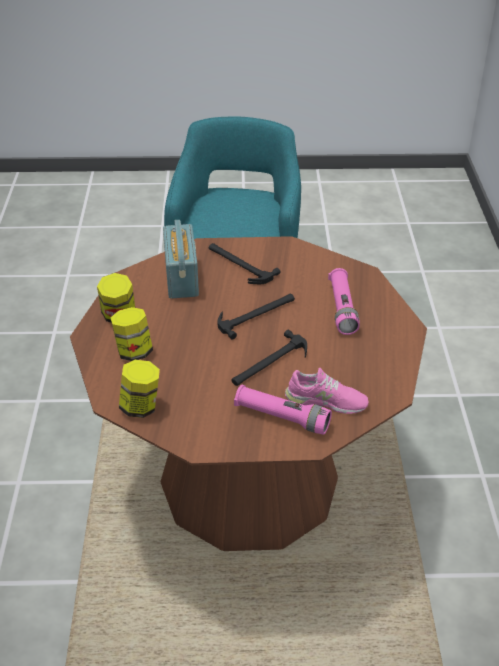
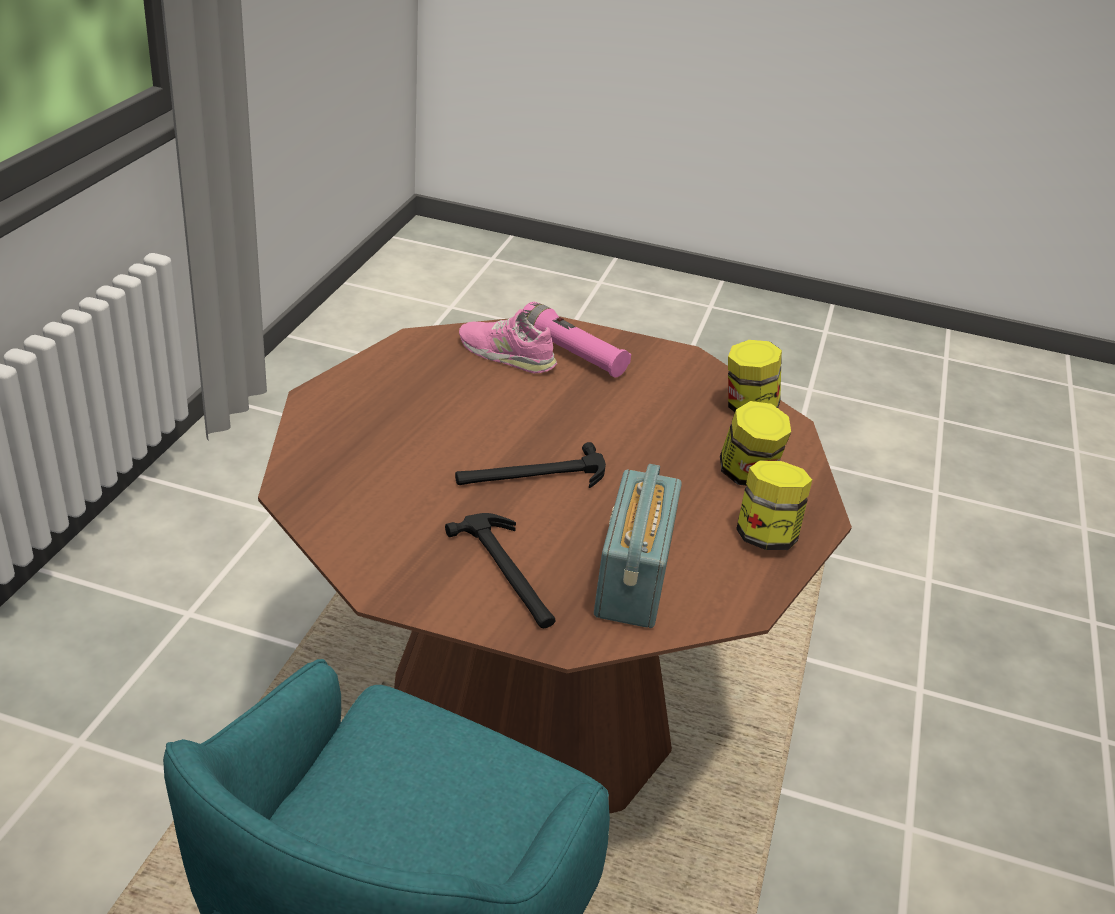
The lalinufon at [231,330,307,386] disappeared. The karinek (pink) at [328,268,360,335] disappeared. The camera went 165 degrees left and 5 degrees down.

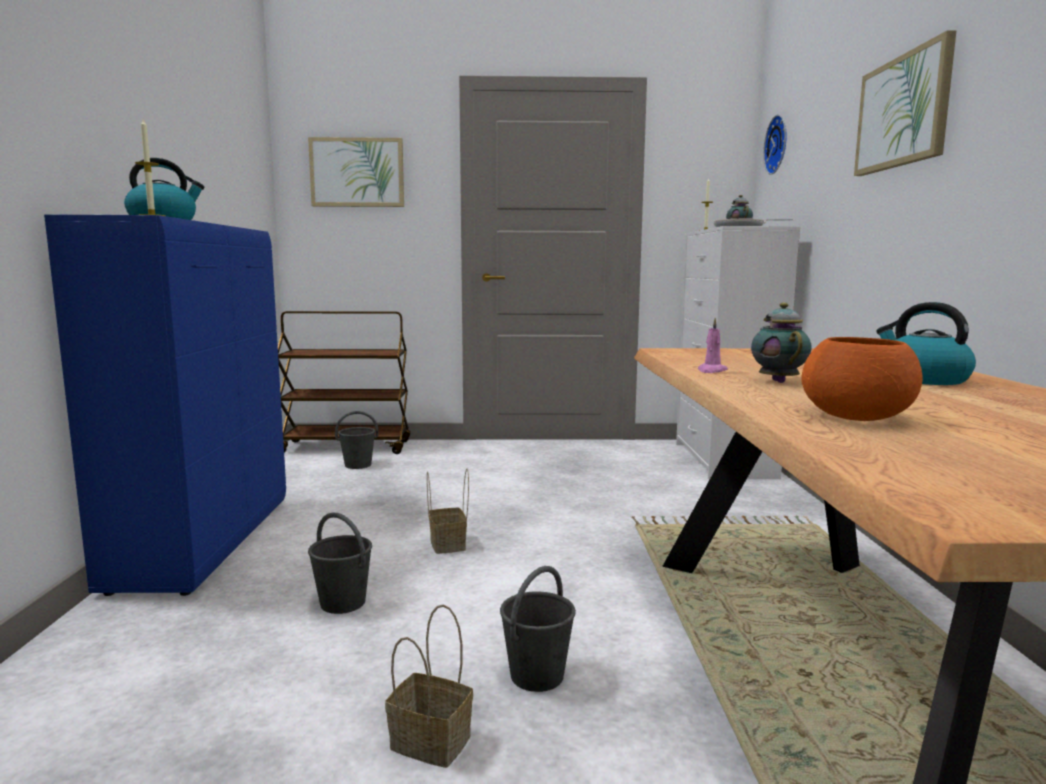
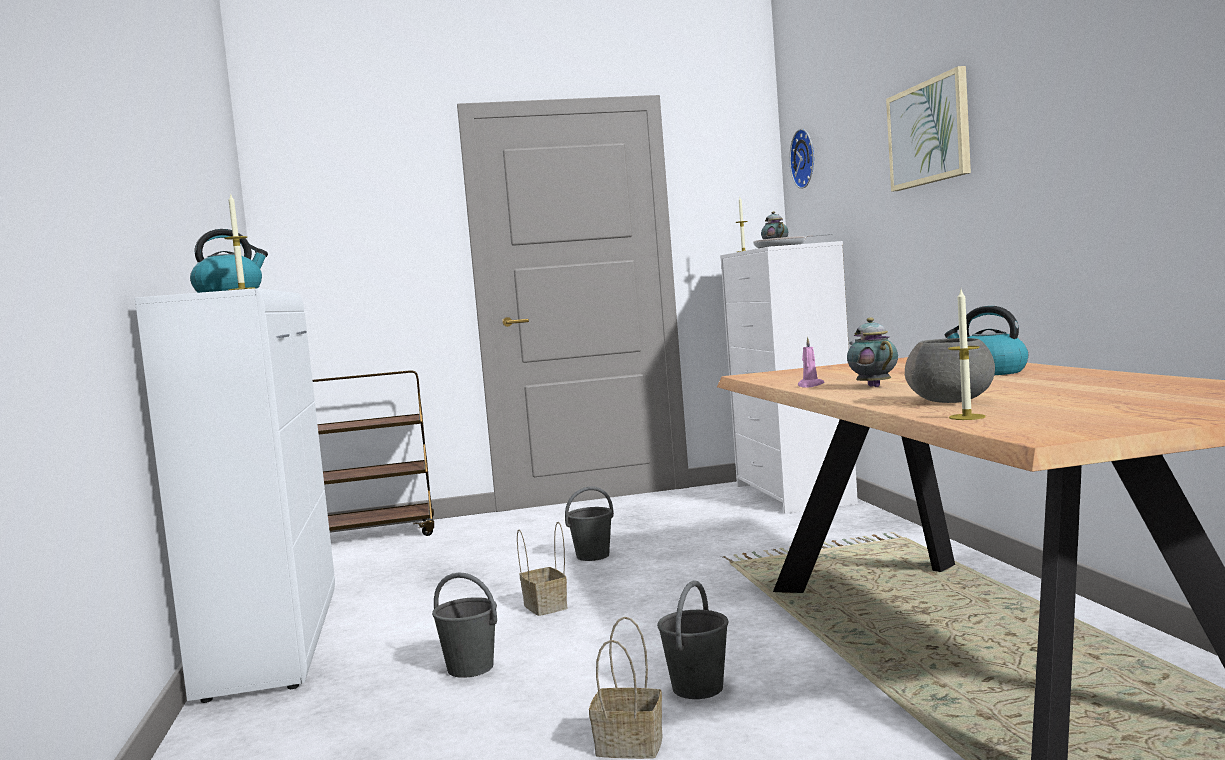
The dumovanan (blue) at [44,215,286,596] became the dumovanan (white) at [135,288,335,703]. The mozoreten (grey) moved from [335,411,379,469] to [565,486,614,561]. The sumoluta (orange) at [801,337,923,421] became the sumoluta (grey) at [905,338,995,403]. The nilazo at [948,290,985,420] appeared. The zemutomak at [308,137,404,207] disappeared. The camera went 10 degrees left and 5 degrees down.

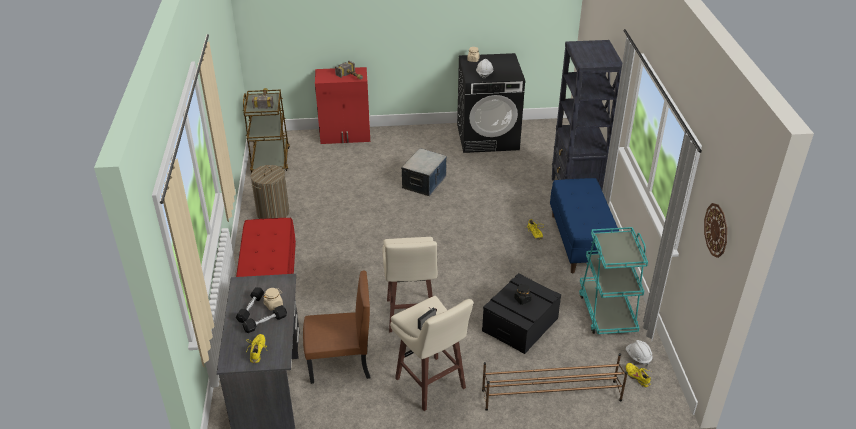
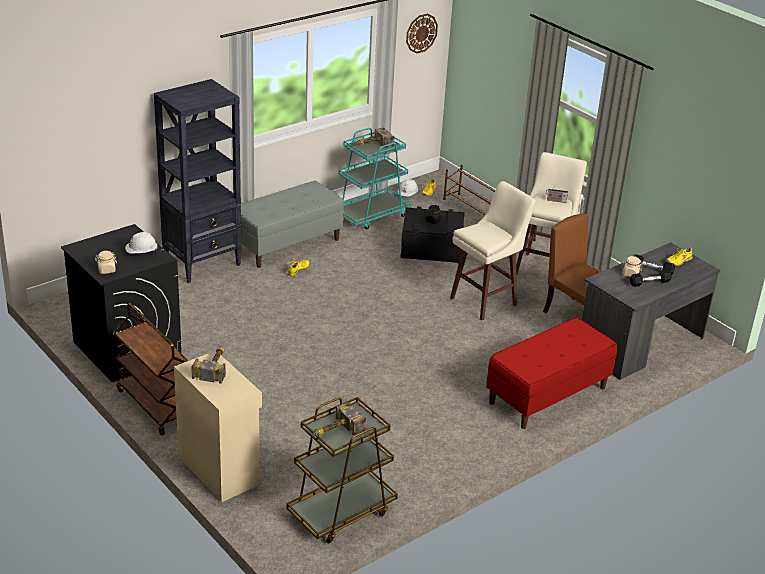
The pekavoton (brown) at [114,303,188,435] appeared. The dumovanan (red) at [315,67,370,144] became the dumovanan (beige) at [174,351,262,502]. The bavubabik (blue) at [550,178,619,274] became the bavubabik (grey) at [241,181,344,268]. The lalinufon at [356,128,394,148] appeared. The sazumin at [250,165,289,219] disappeared. The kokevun at [401,148,447,196] disappeared. The camera went 125 degrees left and 5 degrees down.

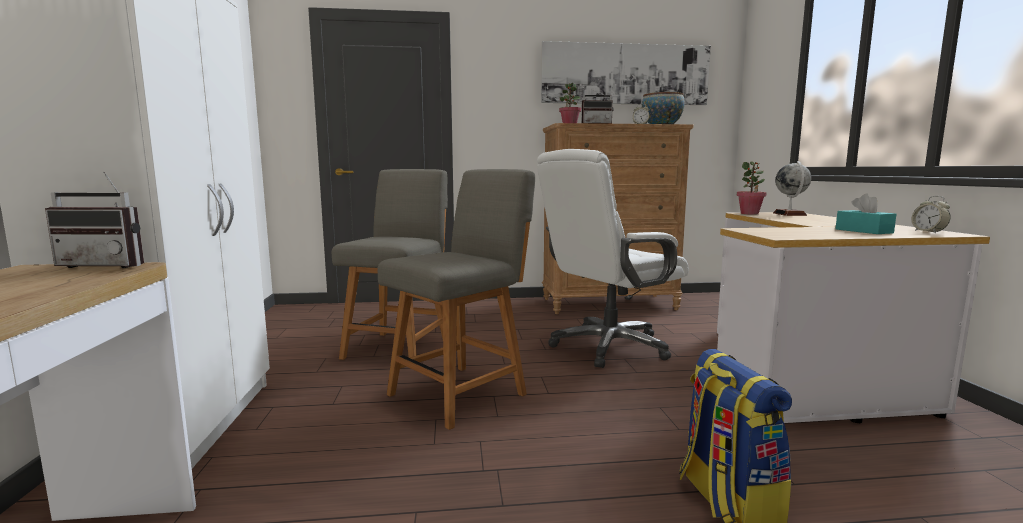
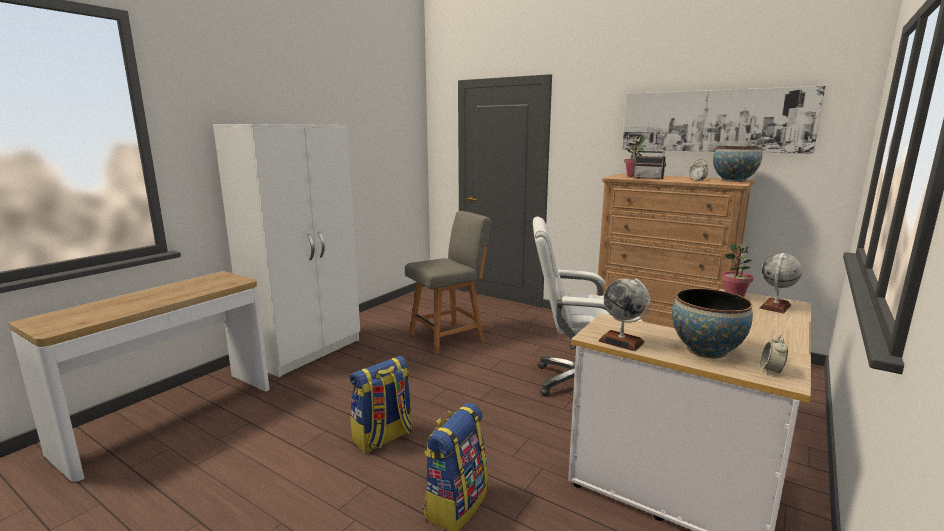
The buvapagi at [350,356,413,453] appeared. The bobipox at [598,278,650,351] appeared. The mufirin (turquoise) at [836,193,897,234] was replaced by the sumoluta at [672,289,753,359]. The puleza at [45,172,144,268] disappeared. The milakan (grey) at [377,169,535,430] disappeared. The camera went 40 degrees right and 5 degrees up.

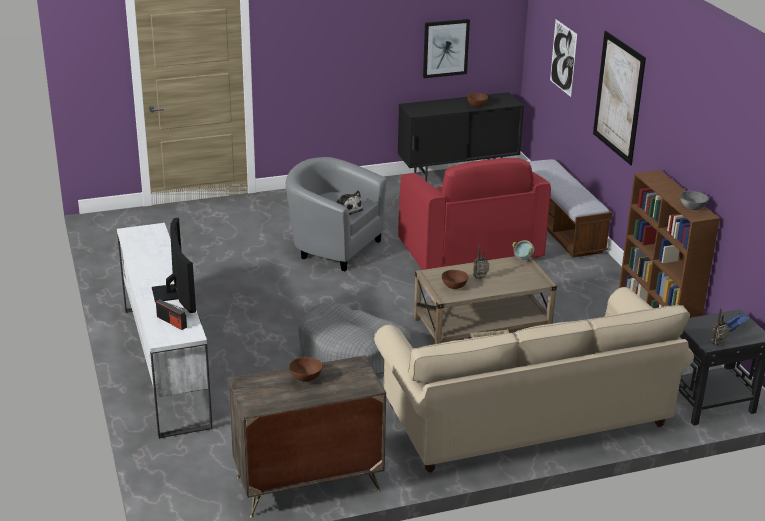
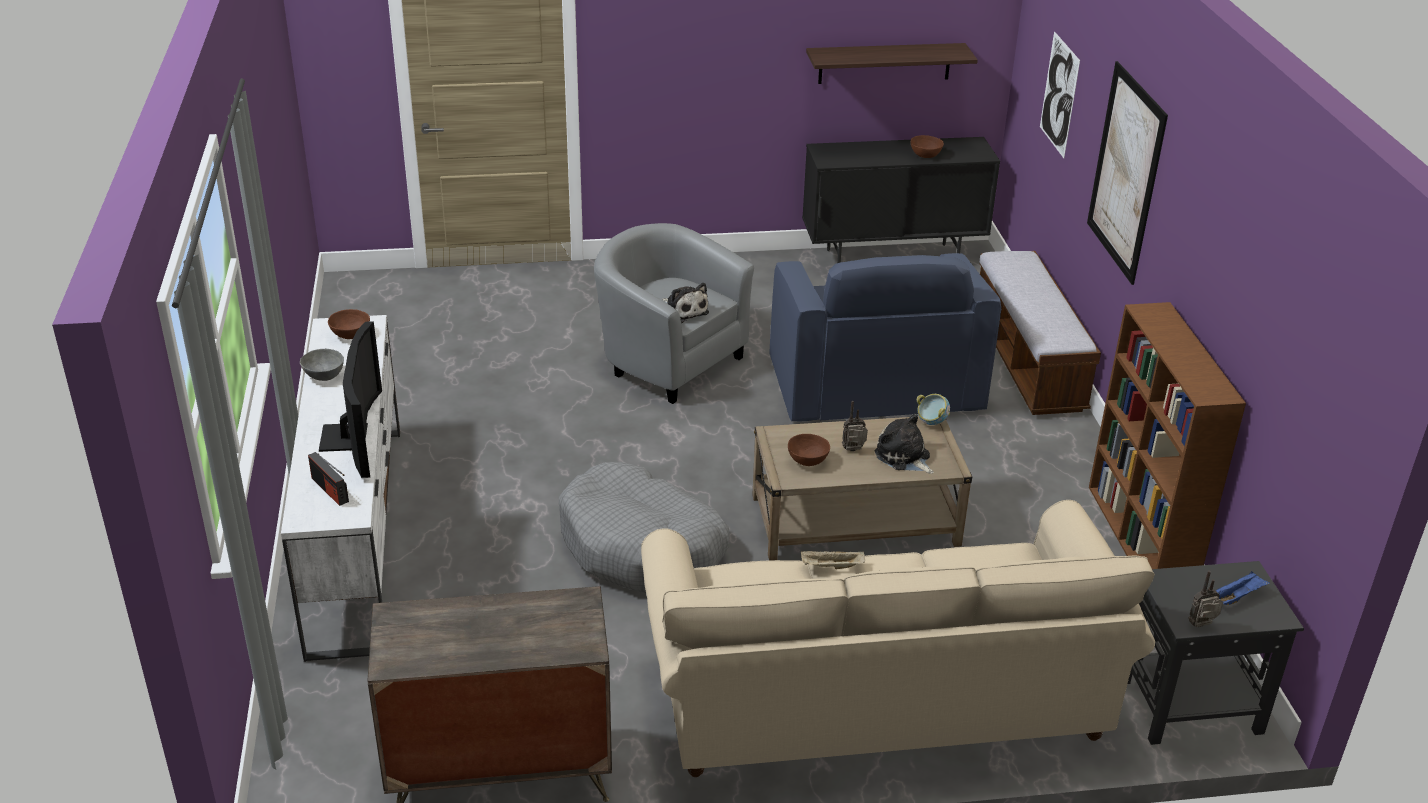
The sumoluta (grey) moved from [680,191,708,210] to [300,349,344,381]. The sumoluta (brown) moved from [289,357,322,382] to [328,309,370,339]. The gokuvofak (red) at [398,158,551,270] became the gokuvofak (blue) at [769,253,1001,421]. The zemutomak at [423,19,470,78] was replaced by the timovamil at [806,43,978,84]. The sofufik at [875,413,934,474] appeared. The camera went 10 degrees right and 5 degrees up.

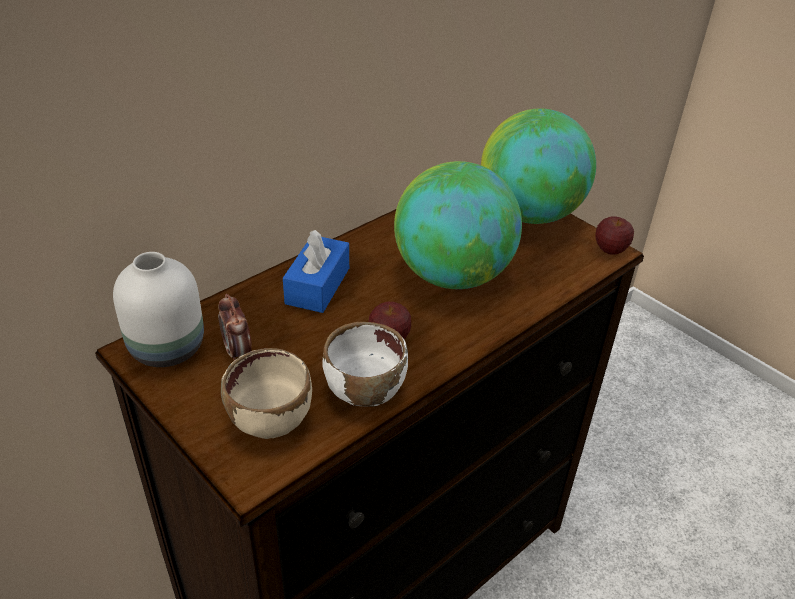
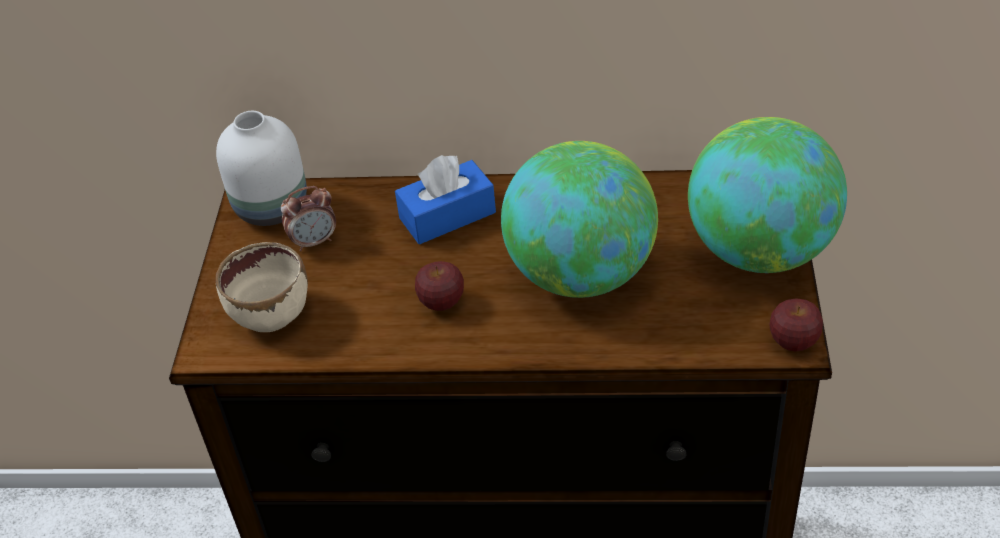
The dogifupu at [218,294,251,361] turned 135 degrees counterclockwise. The sumoluta (white) at [322,322,408,407] disappeared. The camera went 50 degrees right and 5 degrees up.

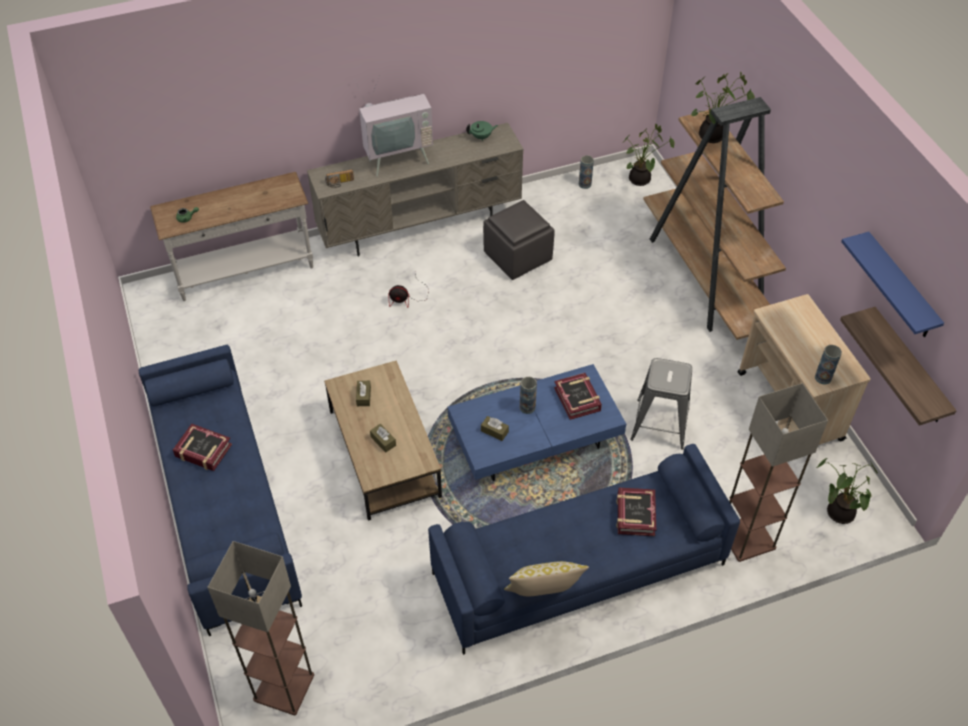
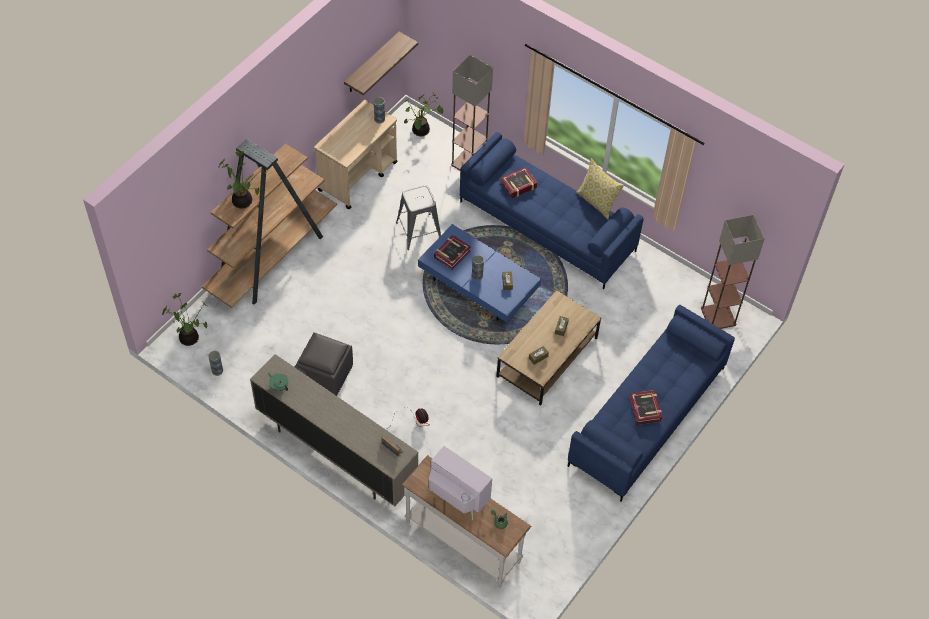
The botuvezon moved from [357,75,433,177] to [429,446,492,520]. The timovamil (blue) at [841,232,944,337] disappeared. The camera went 125 degrees left and 5 degrees up.

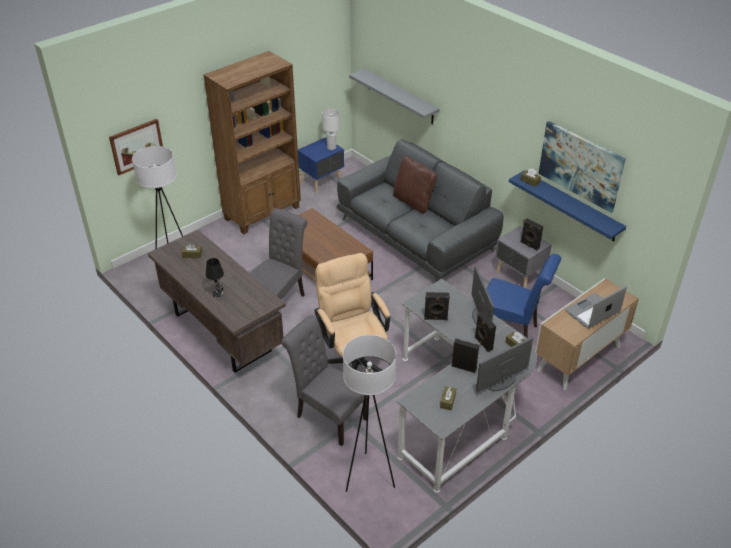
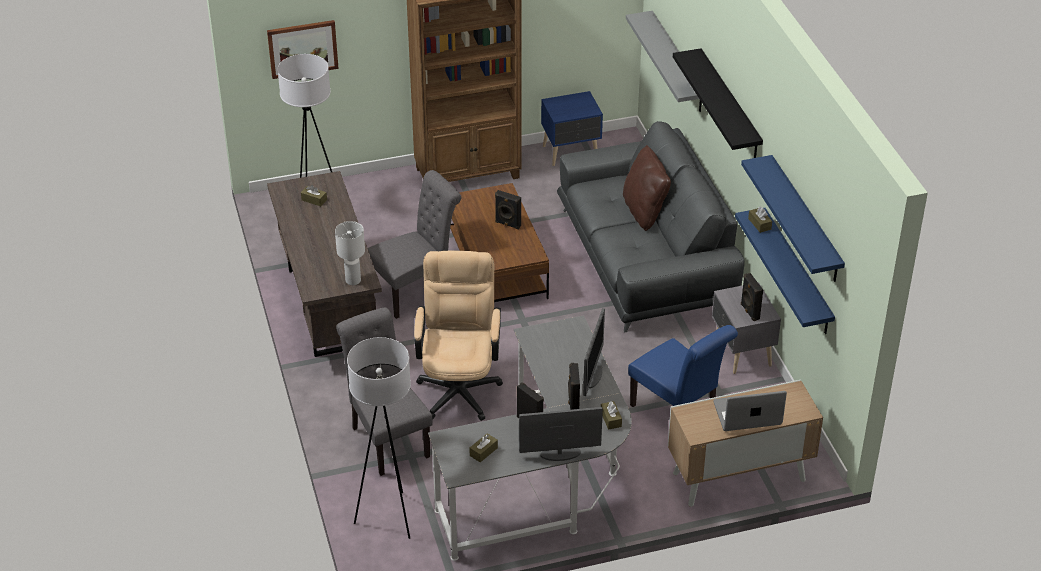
The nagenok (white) moved from [322,109,340,150] to [335,221,365,285]. The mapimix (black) moved from [424,292,450,320] to [495,190,521,230]. The timovamil (black) at [673,48,763,158] appeared. The zemutomak at [538,121,626,213] was replaced by the timovamil (blue) at [741,155,845,282]. The nagenok (black) at [206,258,224,298] disappeared. The camera went 25 degrees right and 0 degrees up.

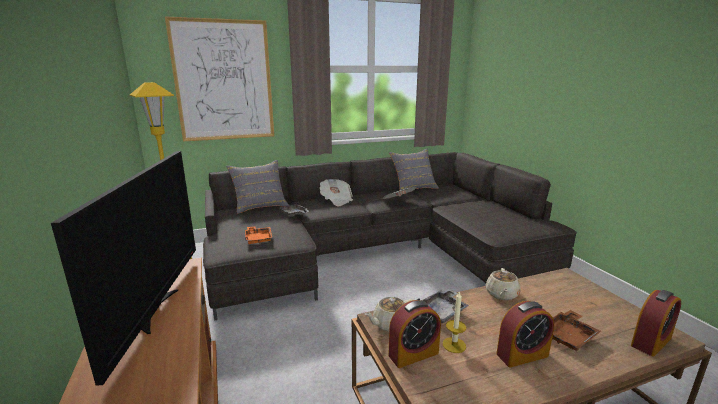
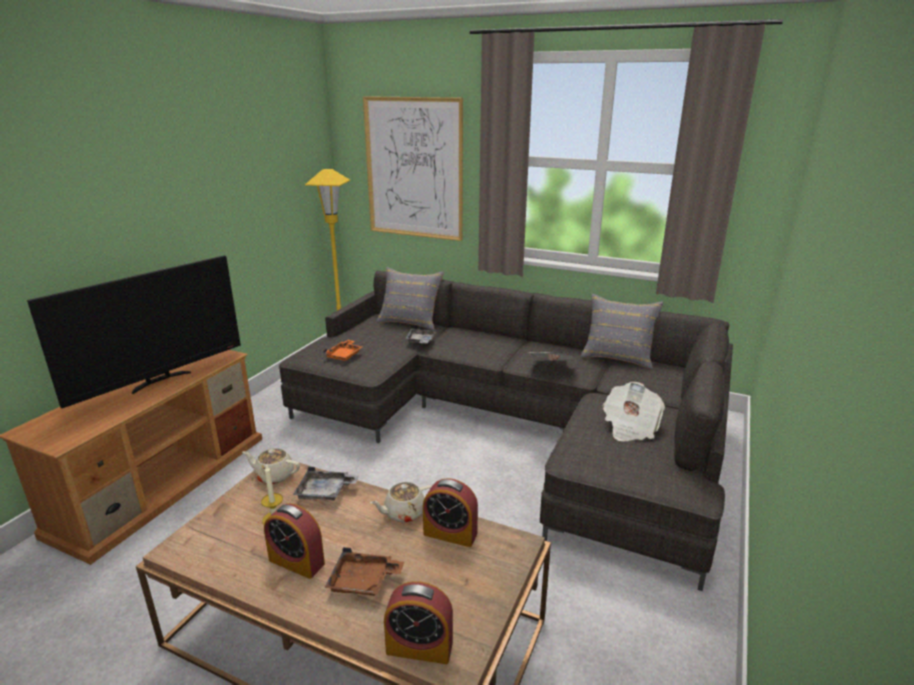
The dogifupu moved from [388,300,441,368] to [423,478,478,547]. The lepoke moved from [320,179,353,207] to [603,382,665,441]. The camera went 45 degrees right and 5 degrees up.

